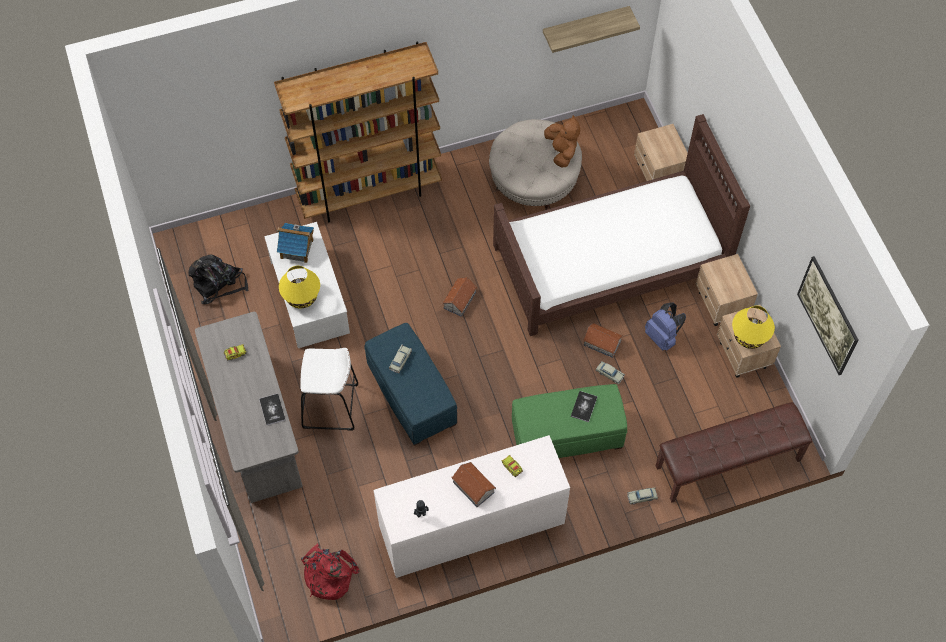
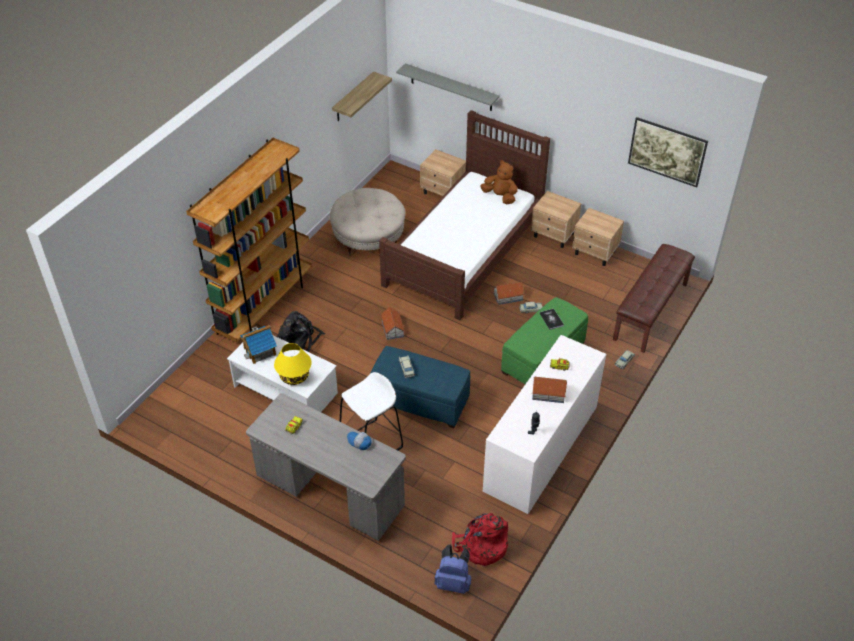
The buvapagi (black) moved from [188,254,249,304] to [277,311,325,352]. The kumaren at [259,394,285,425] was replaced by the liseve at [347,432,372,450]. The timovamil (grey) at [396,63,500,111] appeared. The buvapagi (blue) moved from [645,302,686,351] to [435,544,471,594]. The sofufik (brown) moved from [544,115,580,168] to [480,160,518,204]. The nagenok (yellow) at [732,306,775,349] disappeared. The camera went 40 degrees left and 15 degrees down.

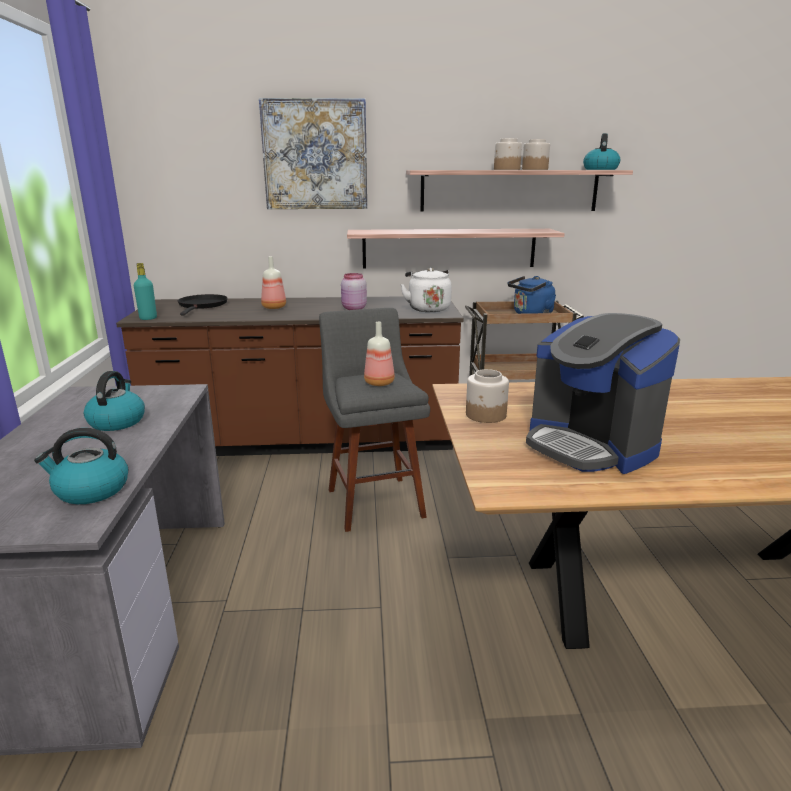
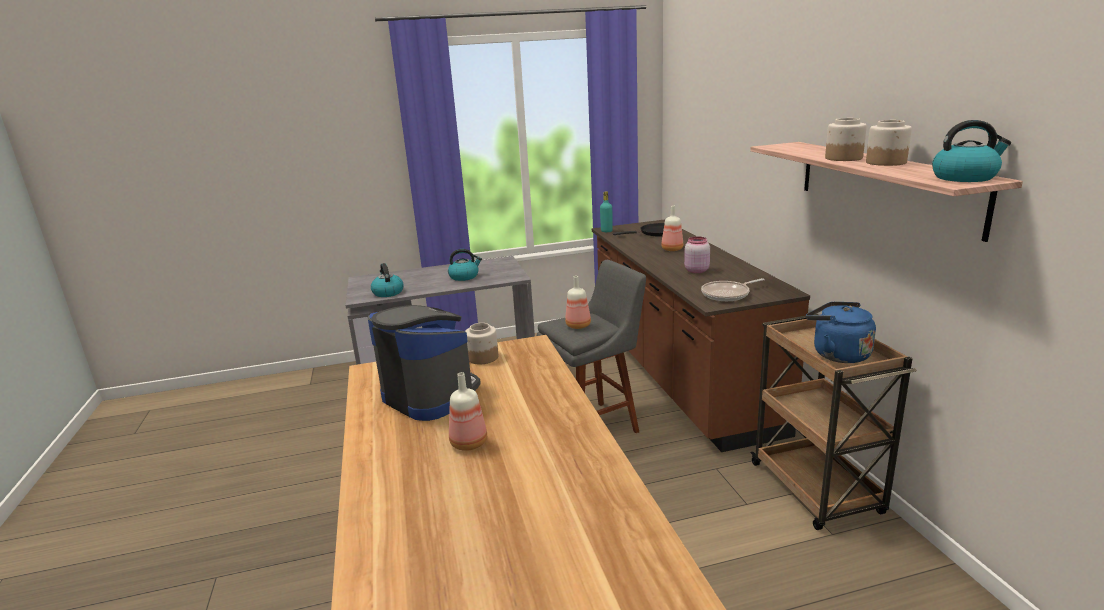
The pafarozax at [526,313,680,474] turned 90 degrees clockwise. The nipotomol at [449,372,487,451] appeared. The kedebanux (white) at [400,268,452,312] was replaced by the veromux at [701,278,765,301]. The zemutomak at [259,98,367,209] disappeared. The timovamil at [347,229,565,269] disappeared. The camera went 80 degrees right and 0 degrees up.

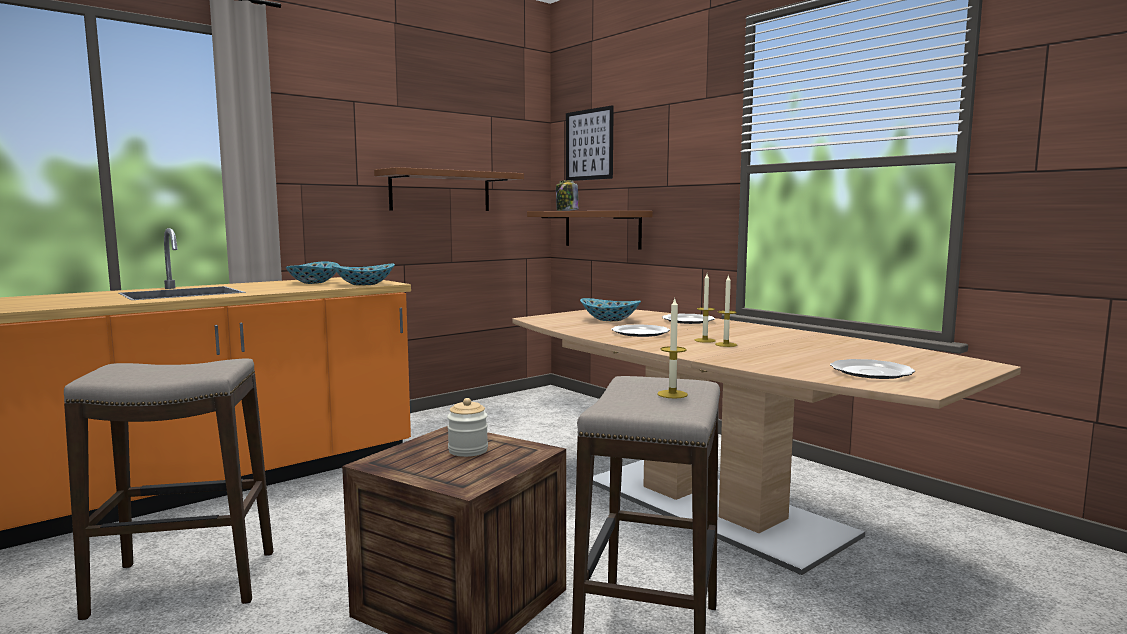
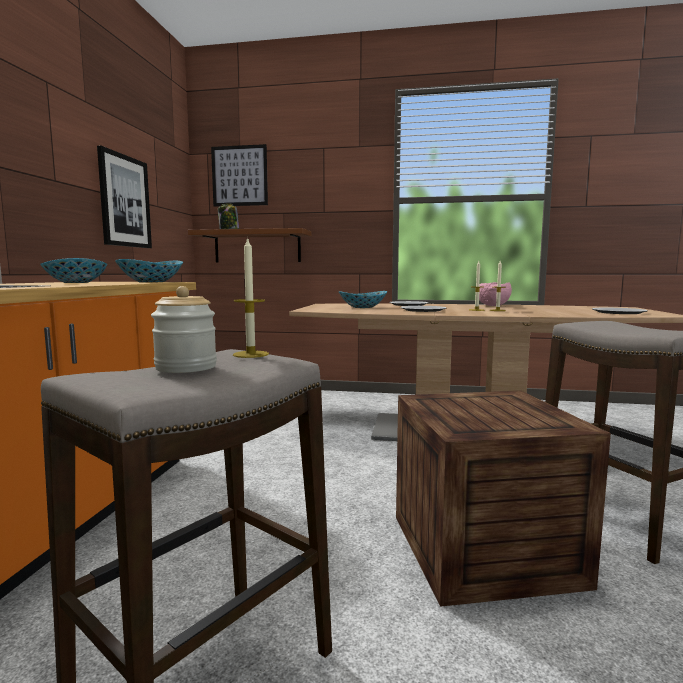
The timovamil (brown) at [374,167,524,211] was replaced by the zemutomak at [97,146,152,248]. The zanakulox moved from [447,398,488,457] to [151,286,217,373]. The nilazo moved from [657,299,688,398] to [233,237,269,358]. The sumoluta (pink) at [479,282,512,306] appeared. The camera went 40 degrees left and 0 degrees up.

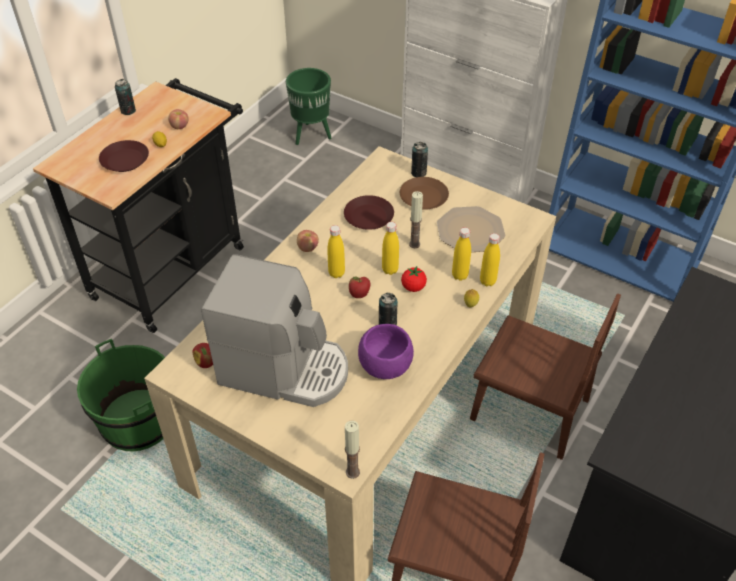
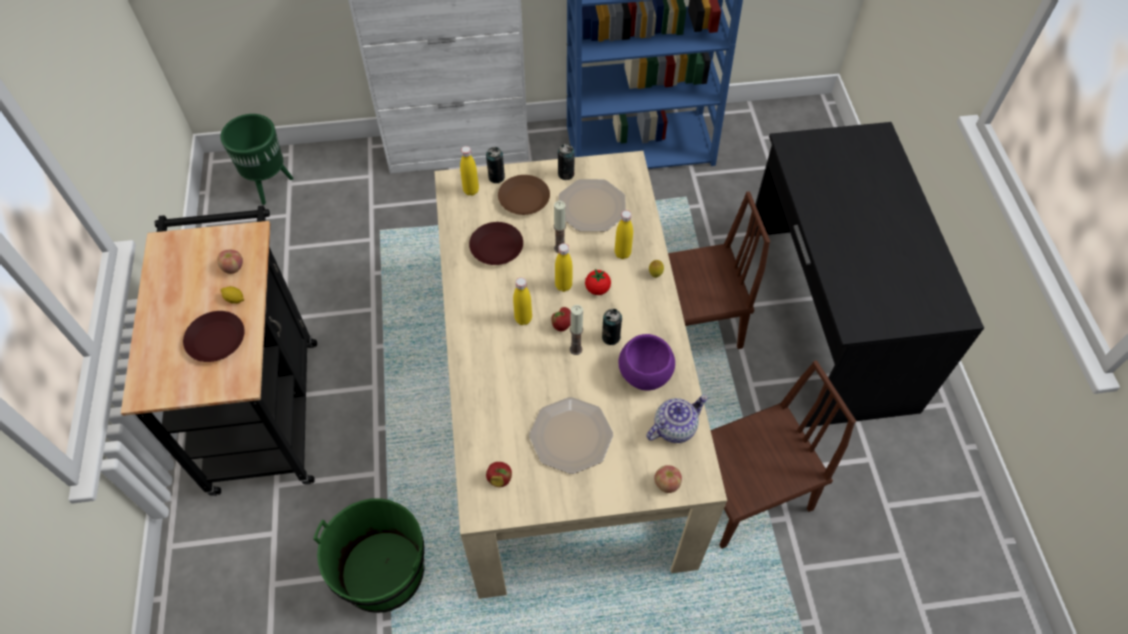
The nipotomol (yellow) moved from [480,233,500,286] to [460,146,479,196]. The pafarozax at [201,254,348,407] was replaced by the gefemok at [529,397,613,474]. The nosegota moved from [115,79,136,115] to [558,144,575,180]. The nilazo moved from [345,421,360,479] to [570,305,583,355]. The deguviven at [646,395,708,443] appeared. The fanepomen moved from [297,230,319,252] to [654,465,682,493]. The camera went 40 degrees left and 10 degrees up.

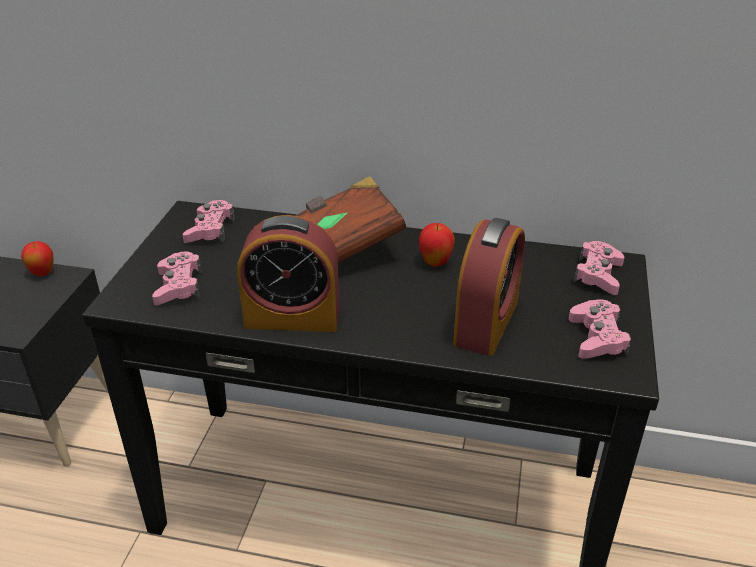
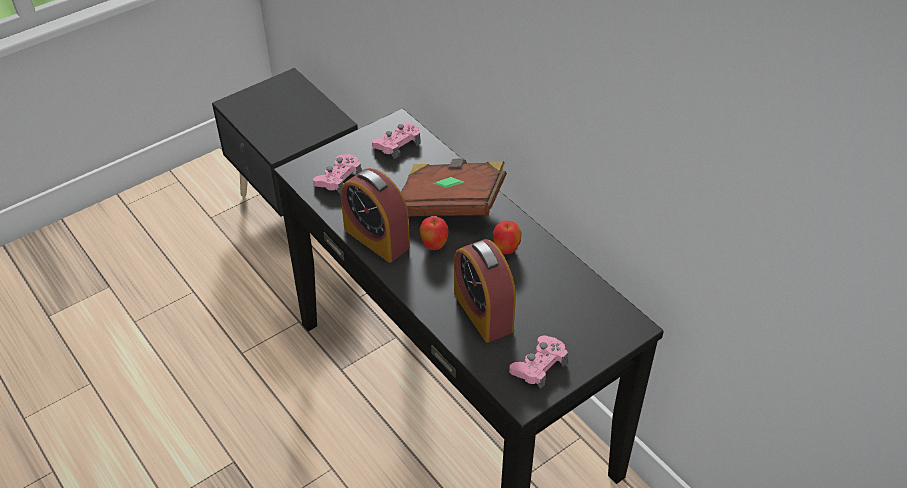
The fanepomen moved from [21,241,54,276] to [420,216,449,250]. The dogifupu at [453,218,525,356] turned 90 degrees clockwise. The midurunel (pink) at [574,241,625,295] disappeared. The camera went 40 degrees right and 10 degrees up.

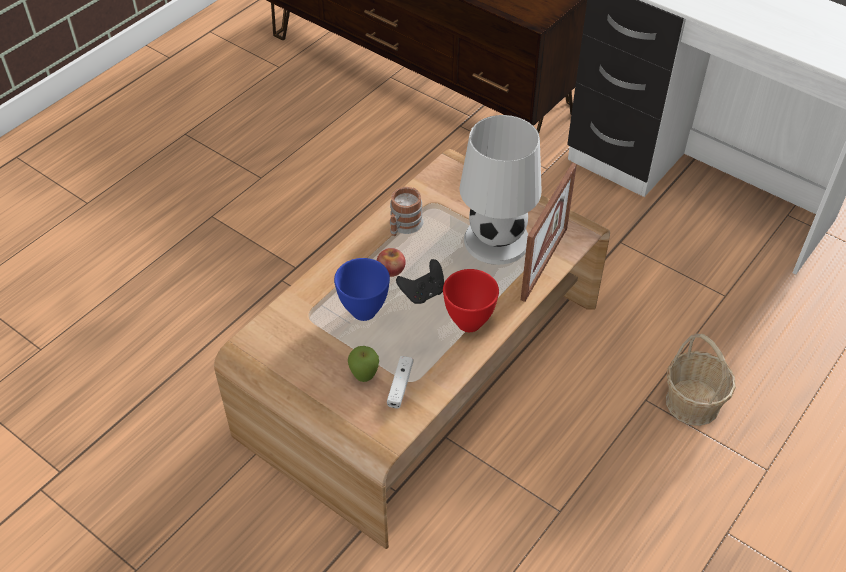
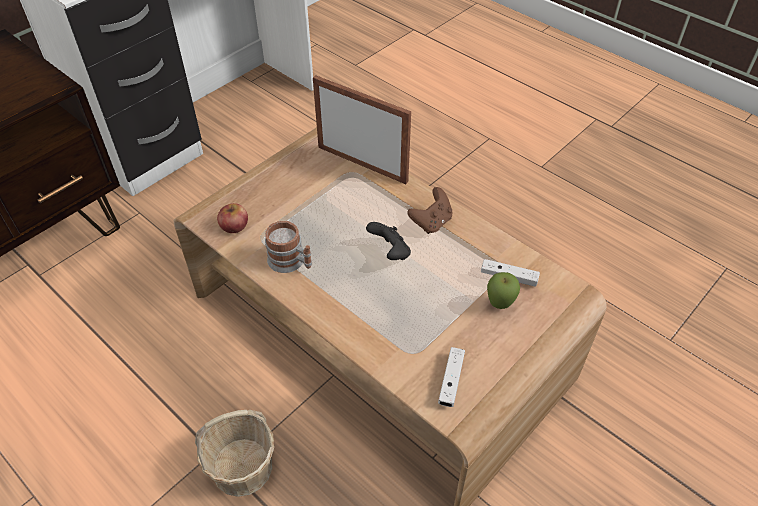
The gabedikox moved from [666,333,736,426] to [195,410,274,497]. The fanepomen moved from [377,248,406,277] to [217,203,248,233]. The sumoluta (red) at [443,269,499,332] was replaced by the midurunel (brown) at [407,187,453,234]. The midurunel (white) at [438,347,465,407] appeared. The sumoluta (blue) at [334,258,390,321] disappeared. The nagenok (white) at [459,115,542,265] disappeared. The camera went 85 degrees left and 0 degrees up.

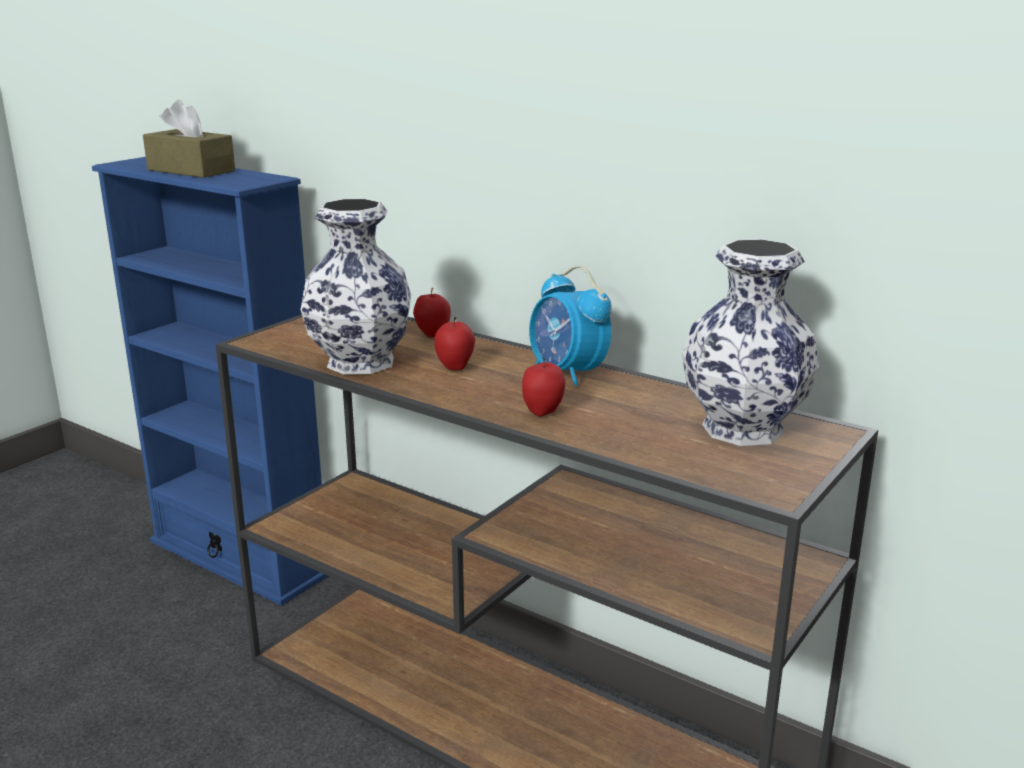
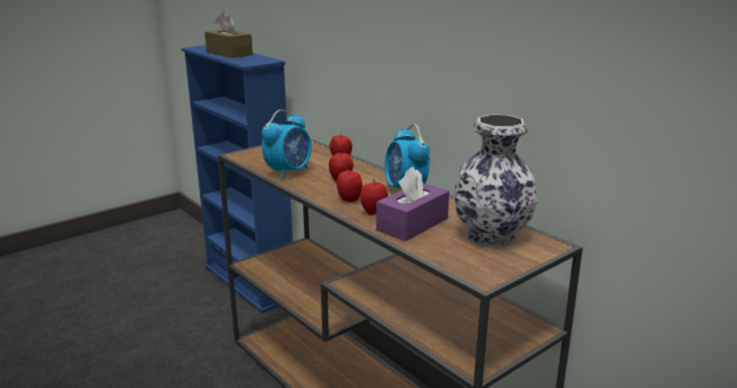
The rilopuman at [301,199,411,375] was replaced by the dogifupu at [262,109,312,180]. The fanepomen at [336,169,362,202] appeared. The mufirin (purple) at [376,167,449,241] appeared. The camera went 15 degrees right and 0 degrees up.

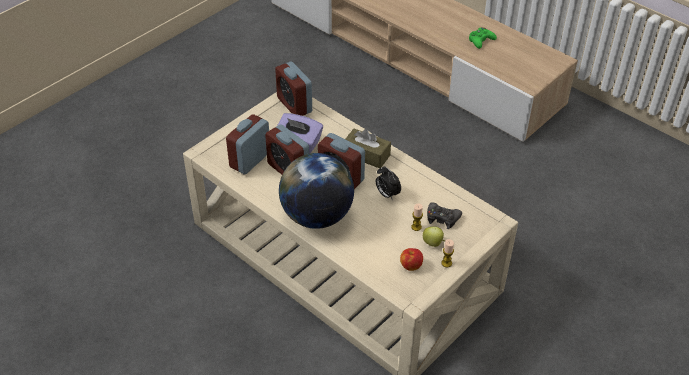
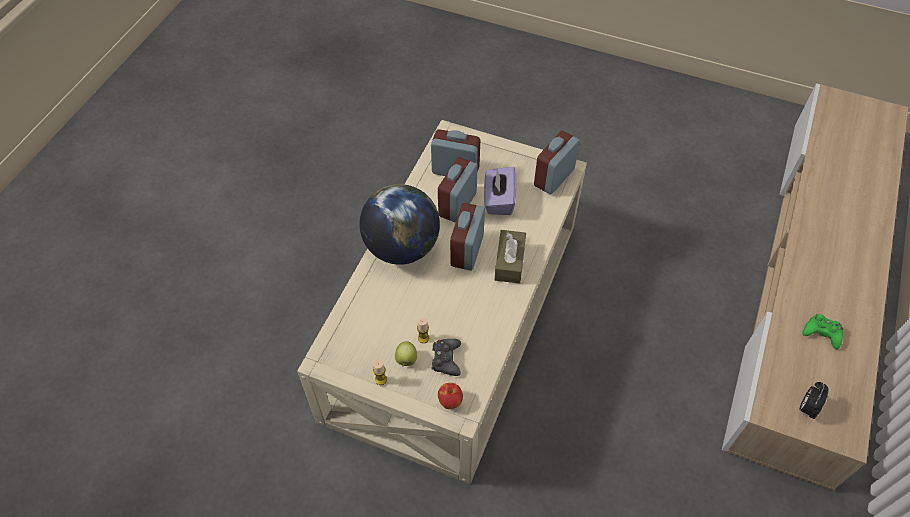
The fanepomen moved from [400,248,423,271] to [438,383,463,409]. The dogifupu moved from [376,166,401,201] to [800,382,828,419]. The camera went 70 degrees right and 10 degrees up.

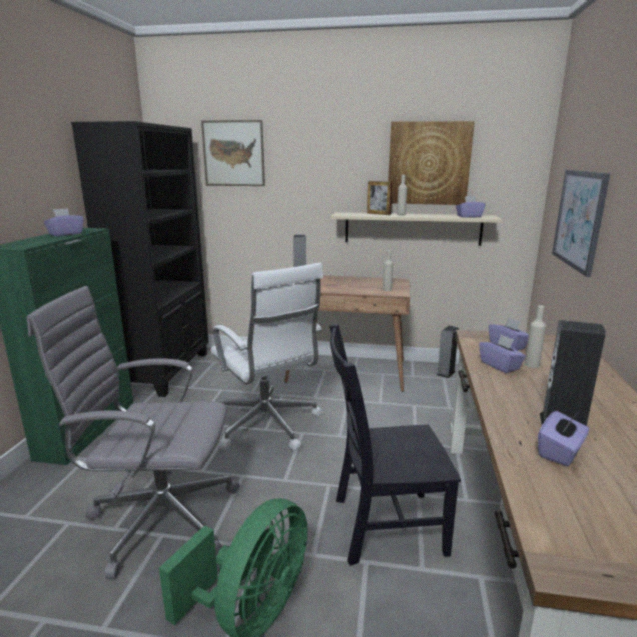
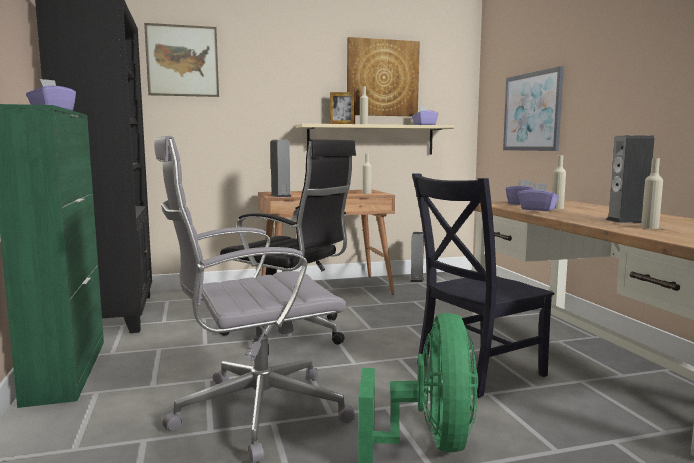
The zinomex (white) at [211,263,323,451] became the zinomex (black) at [220,139,356,355]. The mufirin (purple) at [538,411,589,466] was replaced by the nipotomol (beige) at [641,158,663,229]. The camera went 25 degrees left and 10 degrees down.

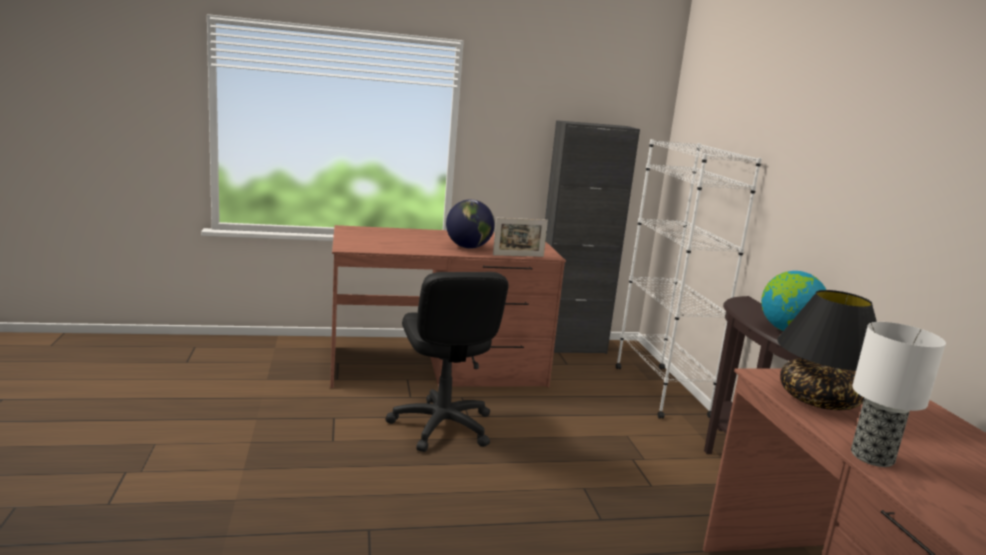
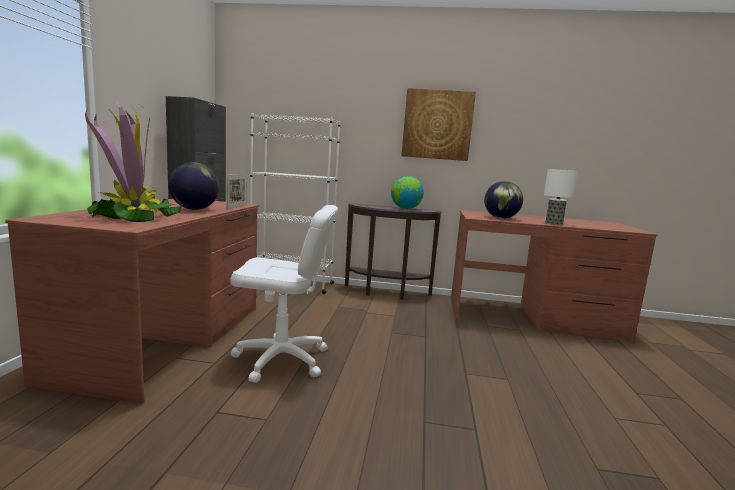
The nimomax at [85,101,182,222] appeared. The zinomex (black) at [386,272,509,452] became the zinomex (white) at [230,205,338,383]. The zemutomak at [401,88,476,161] appeared. The nagenok (black) at [777,290,877,410] was replaced by the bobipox at [484,181,523,219]. The camera went 70 degrees left and 5 degrees down.

